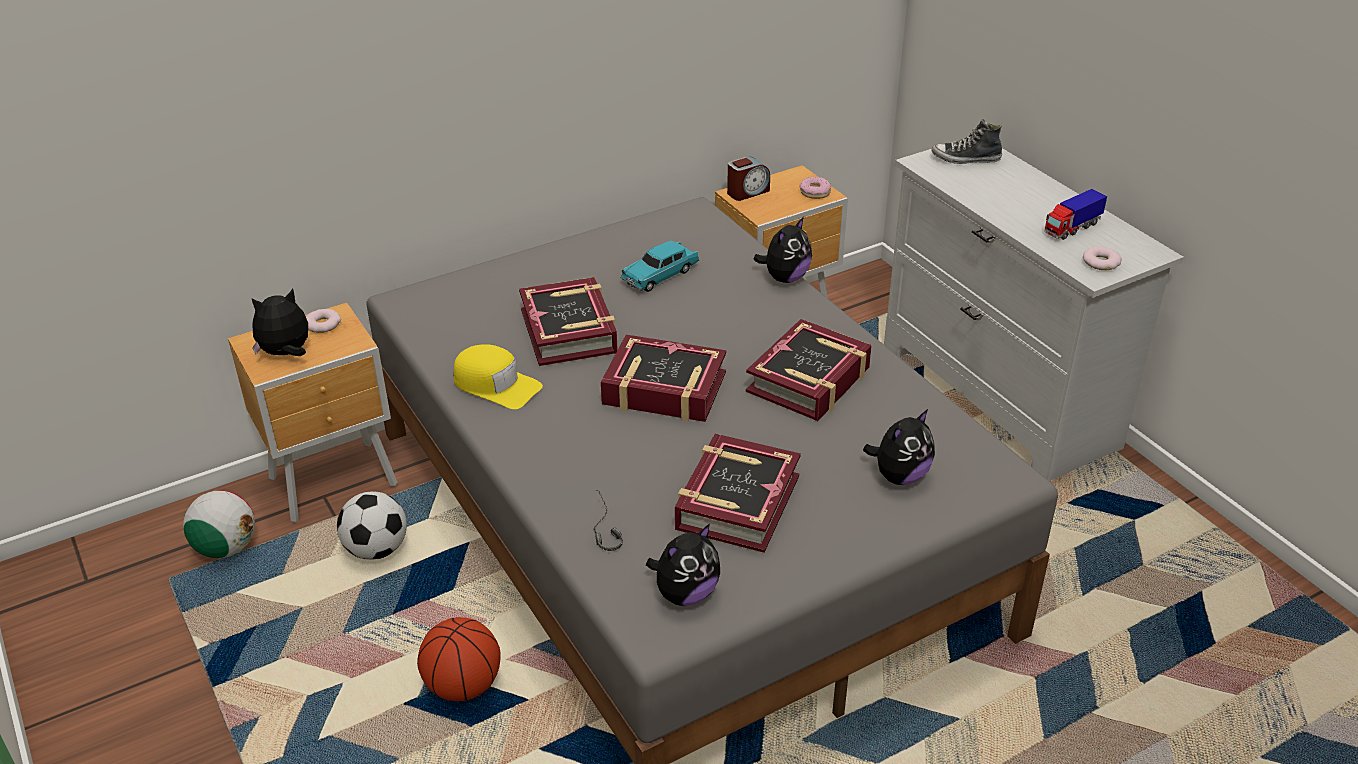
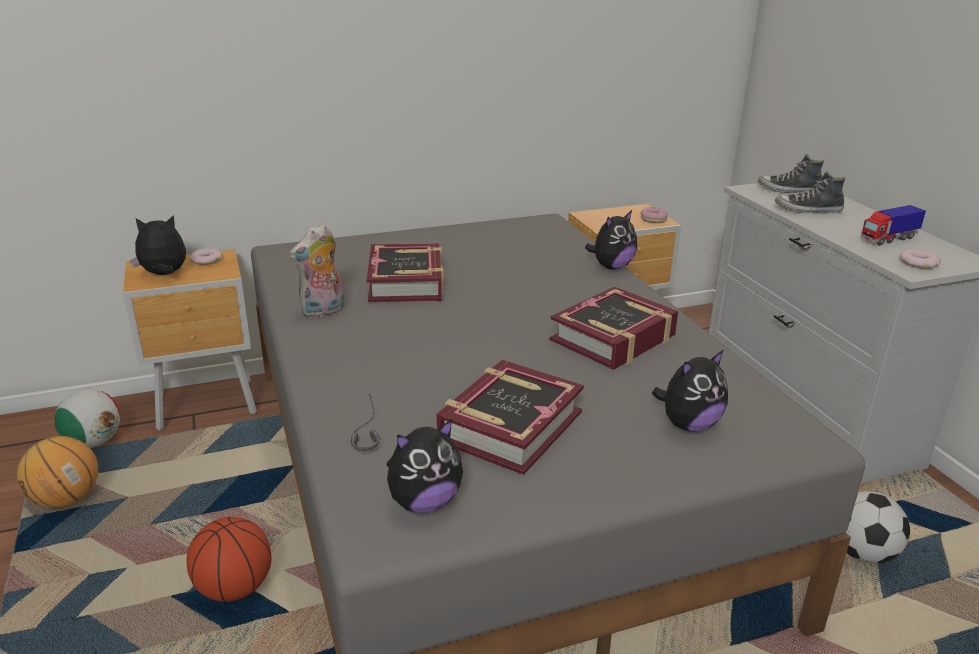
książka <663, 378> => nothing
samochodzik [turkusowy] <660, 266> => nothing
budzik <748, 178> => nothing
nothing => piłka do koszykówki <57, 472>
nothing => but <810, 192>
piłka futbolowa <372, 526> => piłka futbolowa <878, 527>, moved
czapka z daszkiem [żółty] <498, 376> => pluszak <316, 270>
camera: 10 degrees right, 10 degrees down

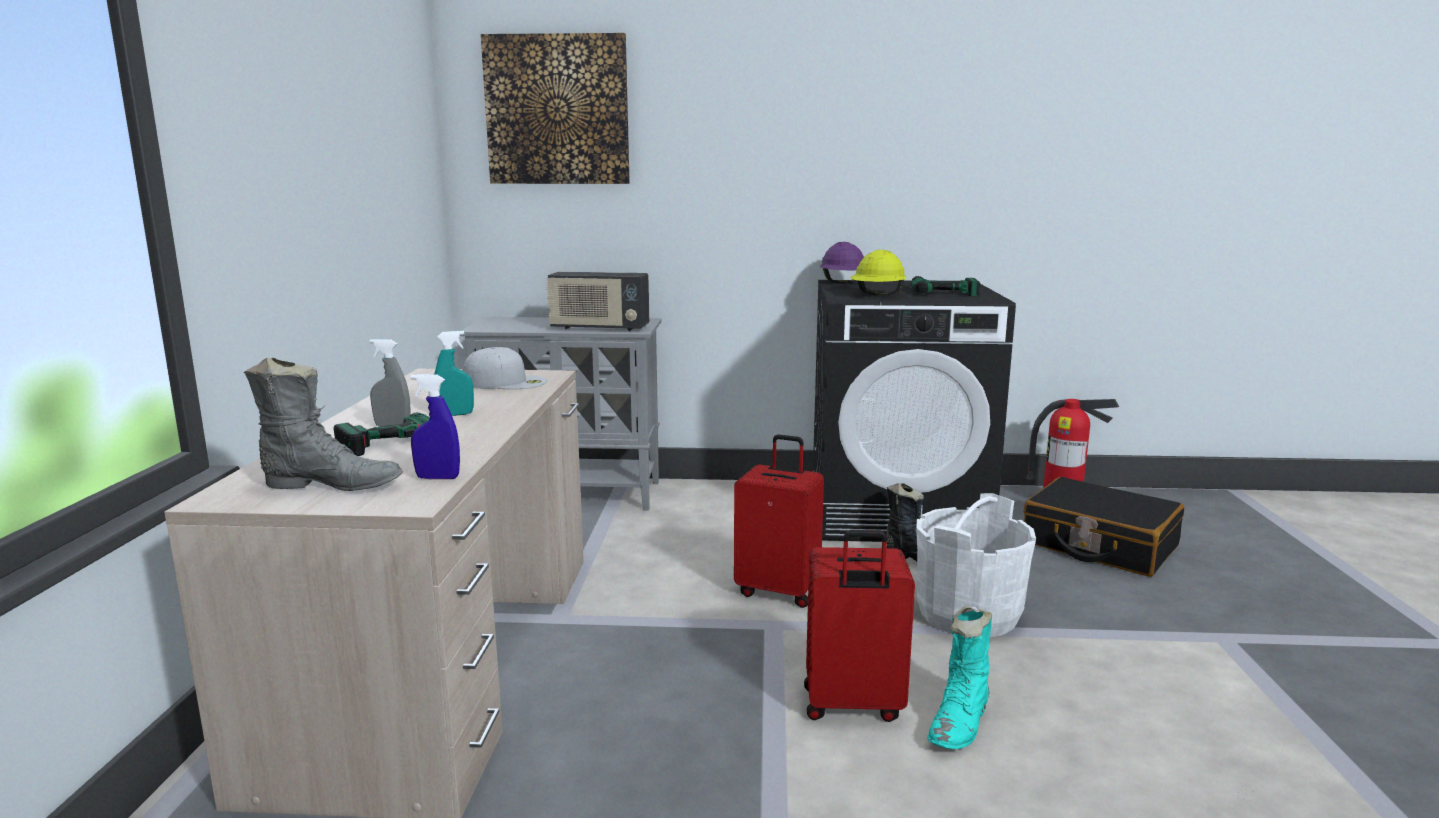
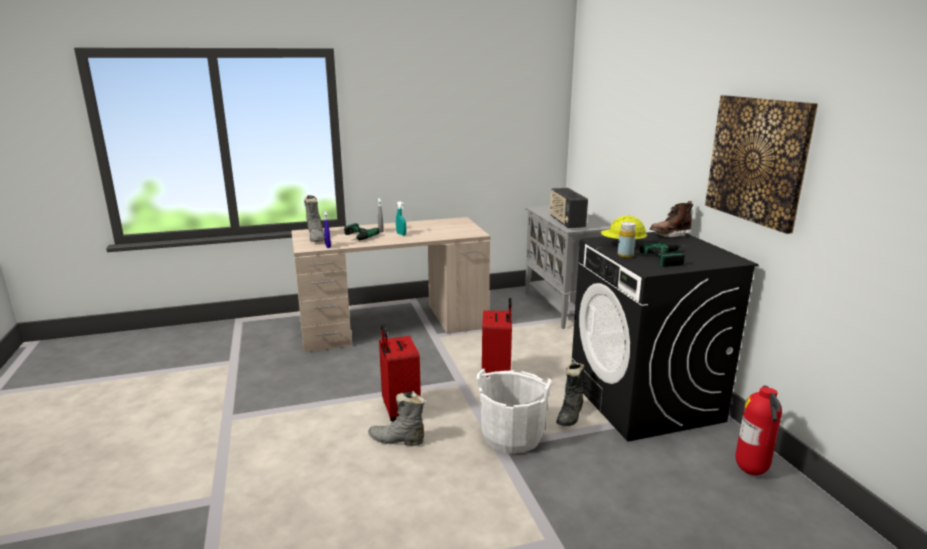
czapka z daszkiem [biały] <504, 368> => nothing
walizka [czarny] <1104, 527> => nothing
nothing => butelka [żółty] <627, 240>
obraz <555, 108> => obraz <761, 164>, moved
kask [fioletowy] <842, 262> => but z cholewką [brązowy] <671, 219>
but z cholewką [turkusowy] <959, 677> => but z cholewką [szary] <396, 418>
camera: 70 degrees right, 5 degrees up

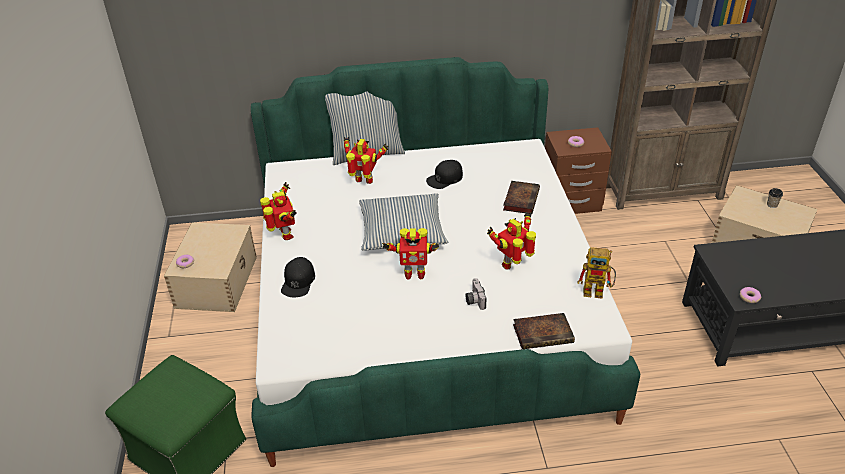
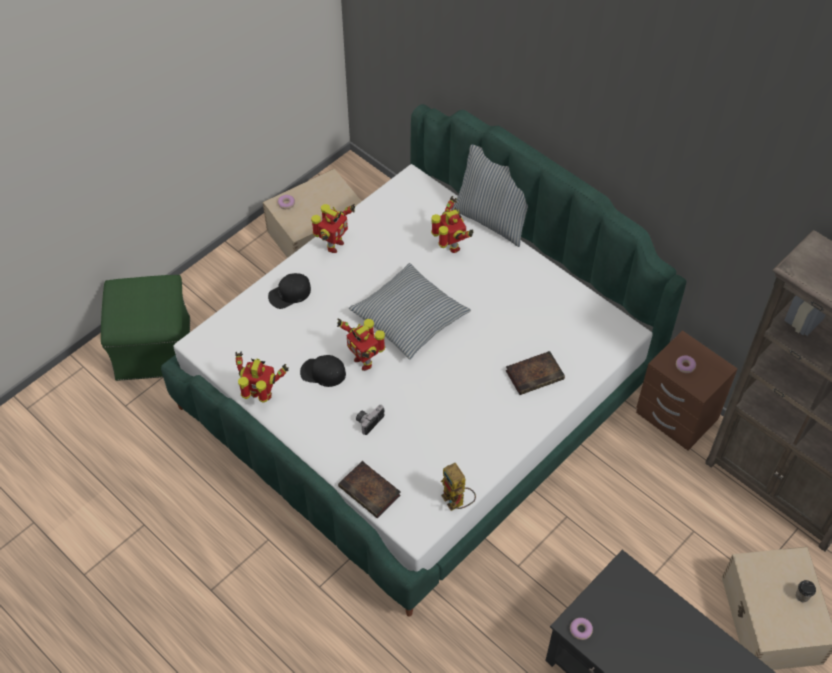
czapka z daszkiem [czarny] <444, 174> => czapka z daszkiem [czarny] <323, 371>, moved
robot zabawkowy <511, 241> => robot zabawkowy <262, 377>, moved
camera: 50 degrees right, 15 degrees up

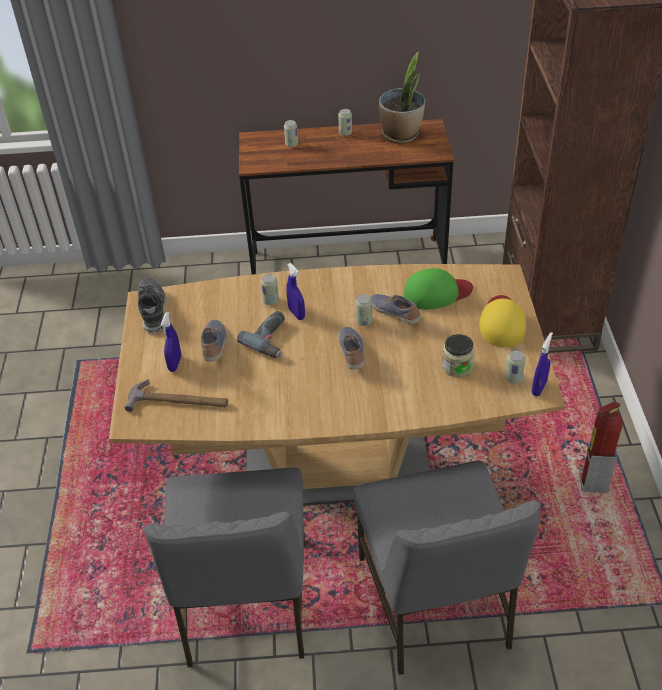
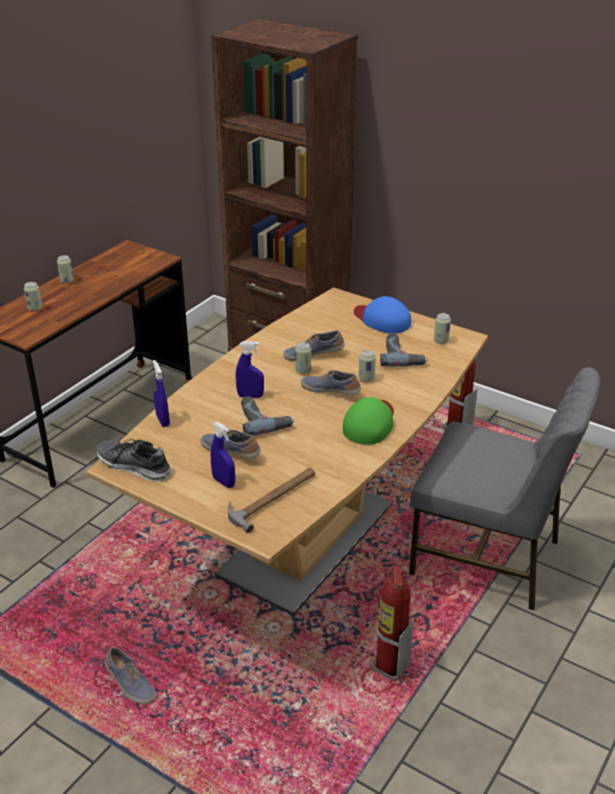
roślina doniczkowa <402, 97> => nothing
nothing => but <130, 675>
puszka <270, 289> => puszka <367, 366>, moved
czapka z daszkiem [zielony] <438, 289> => czapka z daszkiem [zielony] <368, 421>, moved
spryskiwacz [niebieski] <542, 364> => spryskiwacz [niebieski] <161, 393>, moved
krzesło [szary] <224, 567> => gaśnica <392, 623>
słoik <458, 355> => wiertarka <403, 349>
czapka z daszkiem [żółty] <502, 321> => czapka z daszkiem [niebieski] <382, 315>
camera: 55 degrees left, 10 degrees down

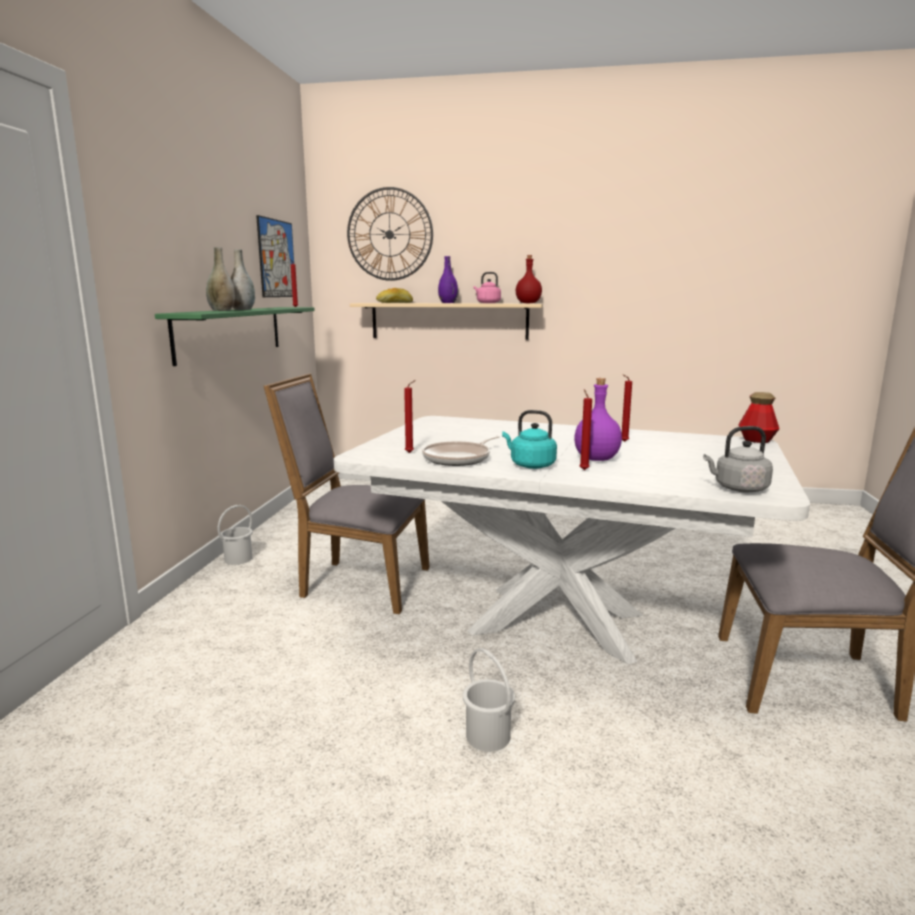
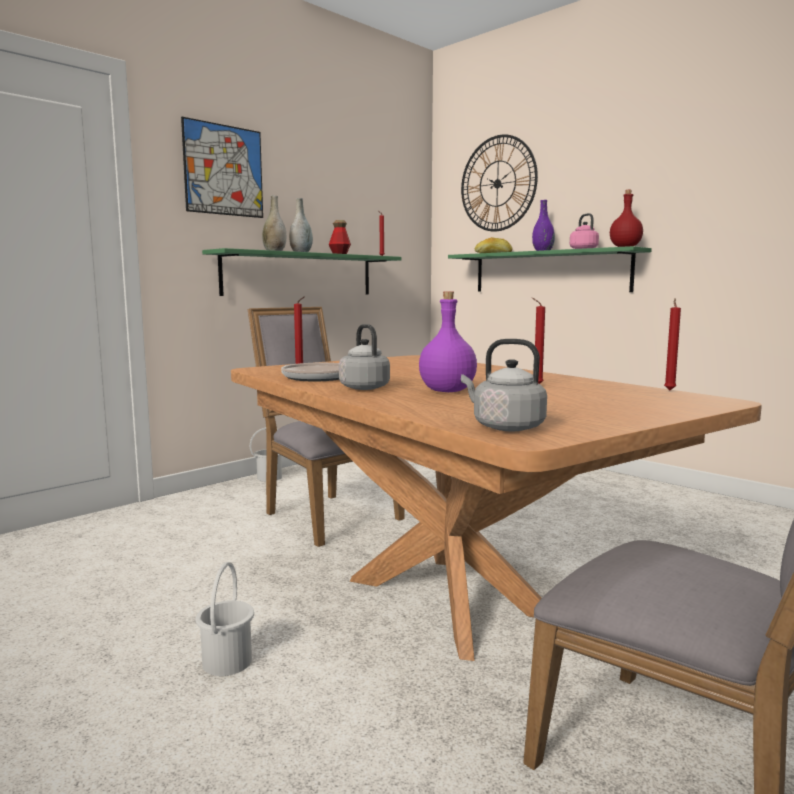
obraz <275, 256> => obraz <222, 167>, moved
świeca [czerwony] <585, 429> => świeca [czerwony] <672, 344>, moved
butelka <758, 417> => butelka <340, 237>, moved
stół jadalny [biały] <572, 540> => stół jadalny [brązowy] <496, 508>
półka [beżowy] <446, 321> => półka [zielony] <550, 269>
czajnik [turkusowy] <529, 439> => czajnik [szary] <364, 357>
camera: 35 degrees right, 5 degrees down

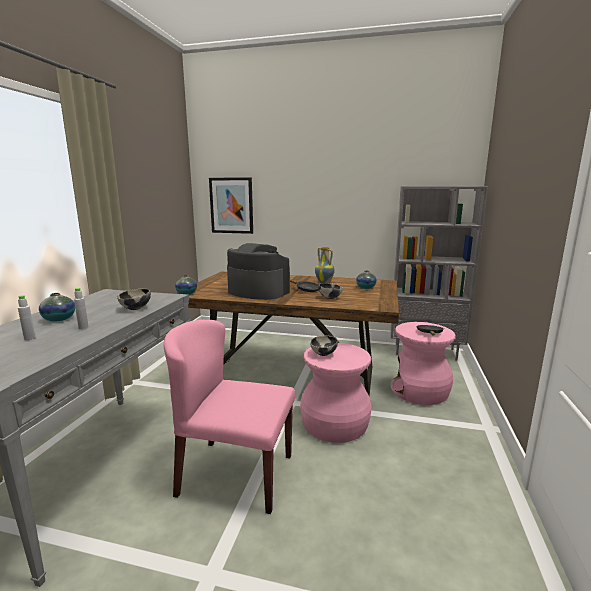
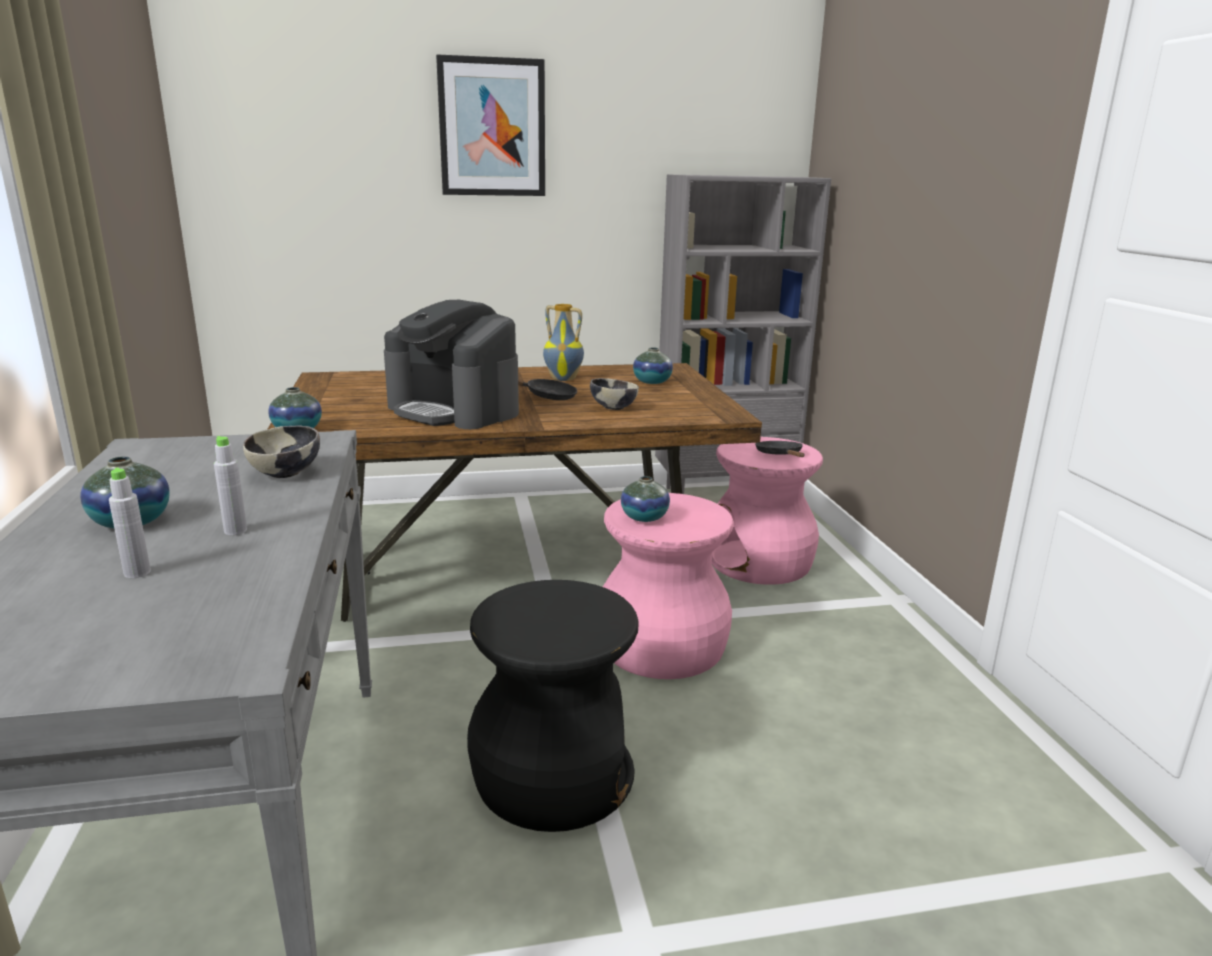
obraz <231, 205> => obraz <490, 125>, moved
krzesło [różowy] <229, 417> => stołek [czarny] <553, 706>
miska <324, 345> => wazon <645, 499>
ekspres do kawy <258, 271> => ekspres do kawy <451, 364>, 150 degrees counterclockwise
camera: 25 degrees left, 5 degrees up

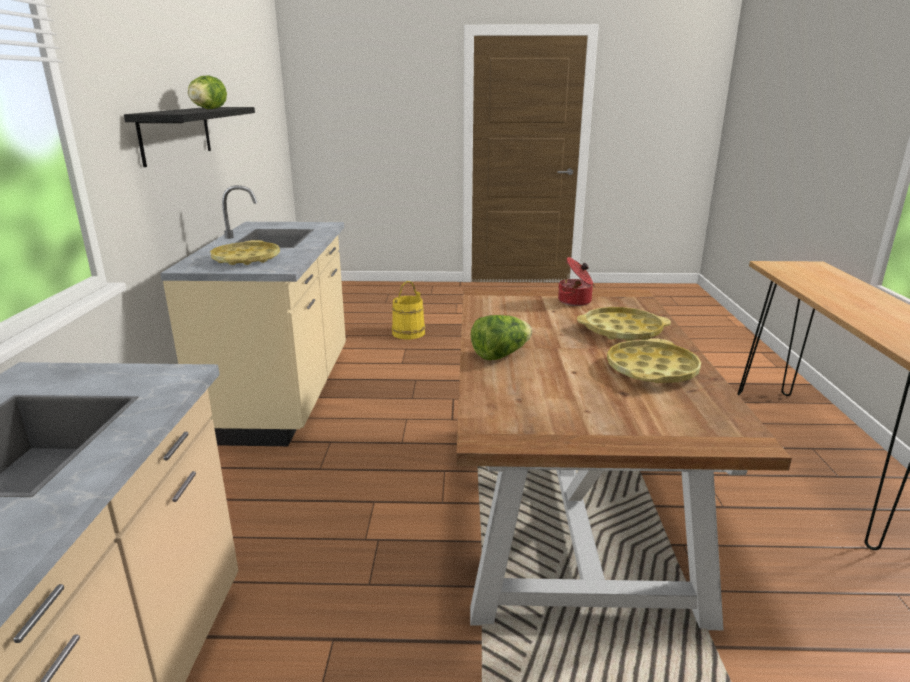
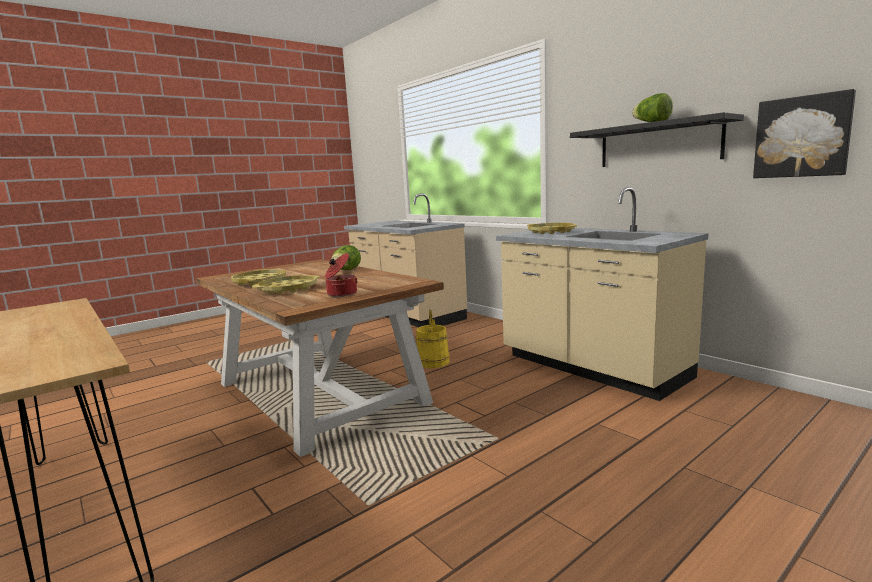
nothing => obraz <804, 133>
wiadro [żółty] <408, 310> => wiadro [żółty] <433, 338>, moved
camera: 140 degrees right, 10 degrees down

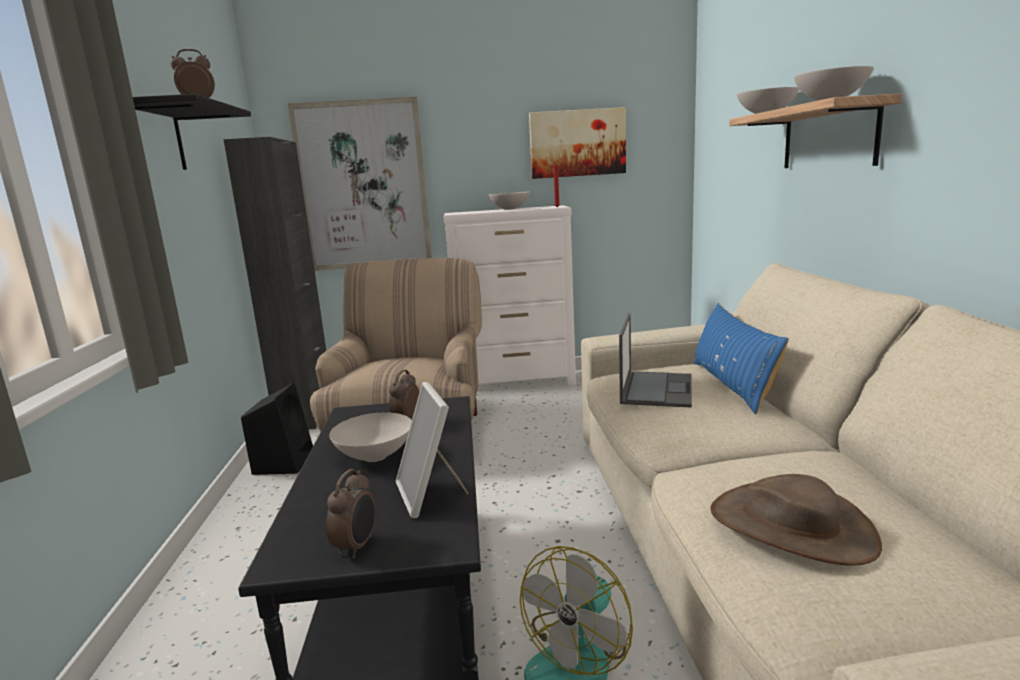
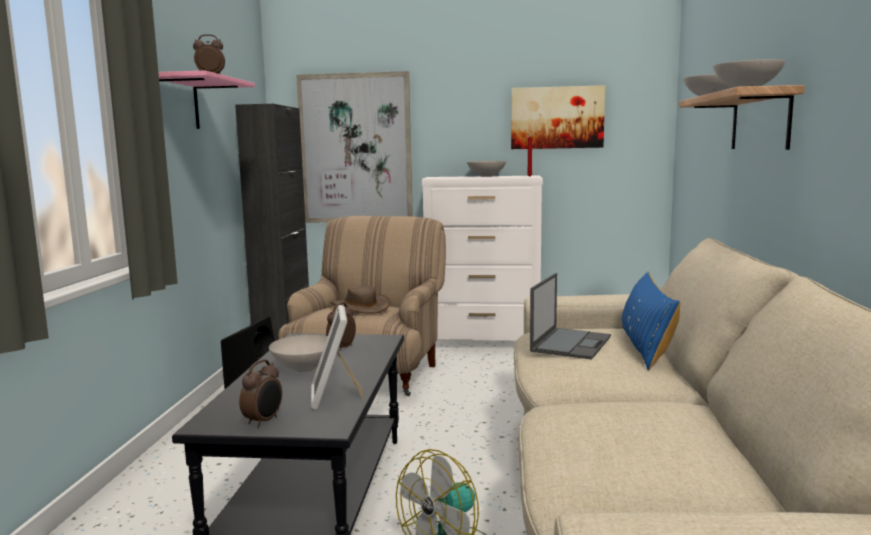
kapelusz [brązowy] <796, 520> => kapelusz [brązowy] <360, 299>, moved
półka [czarny] <192, 132> => półka [różowy] <206, 99>
camera: 10 degrees right, 5 degrees down

